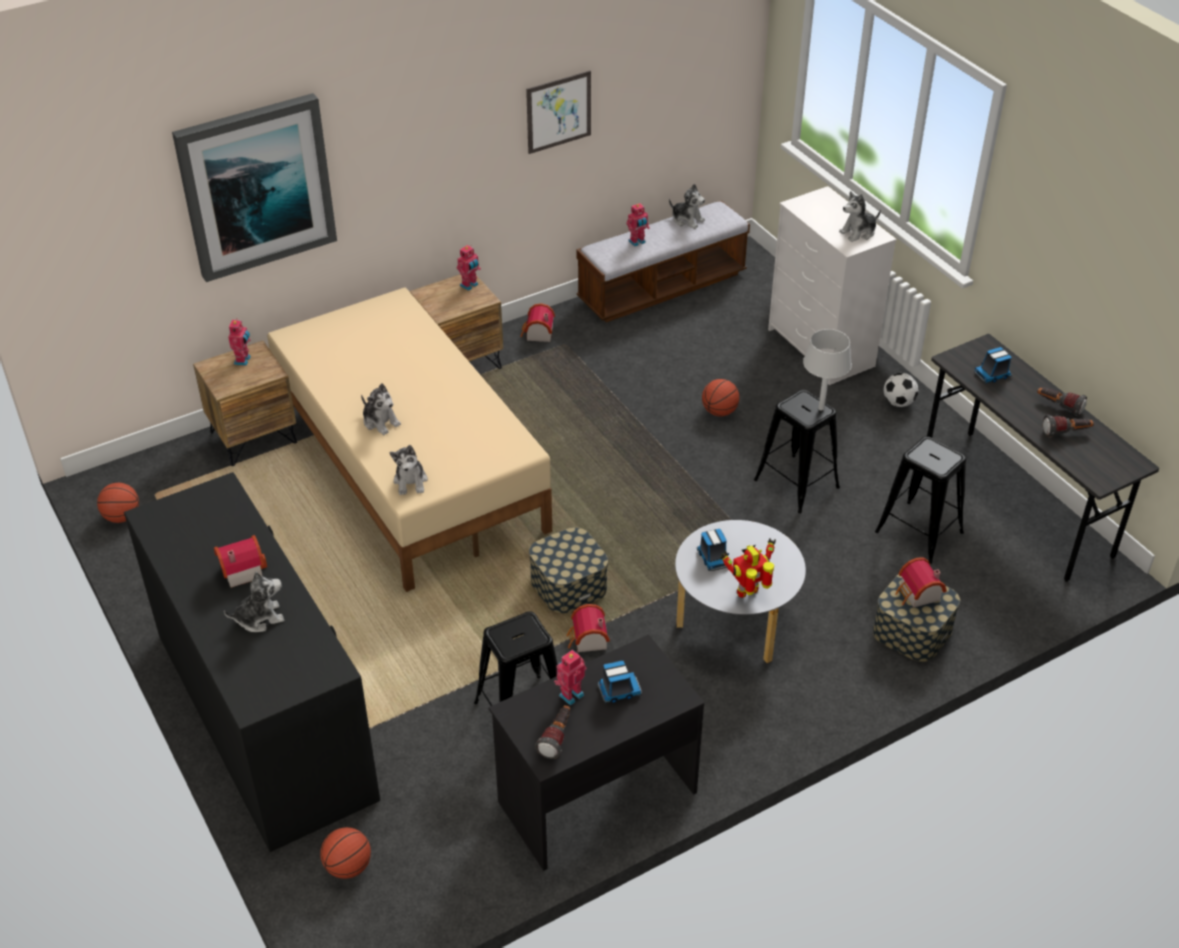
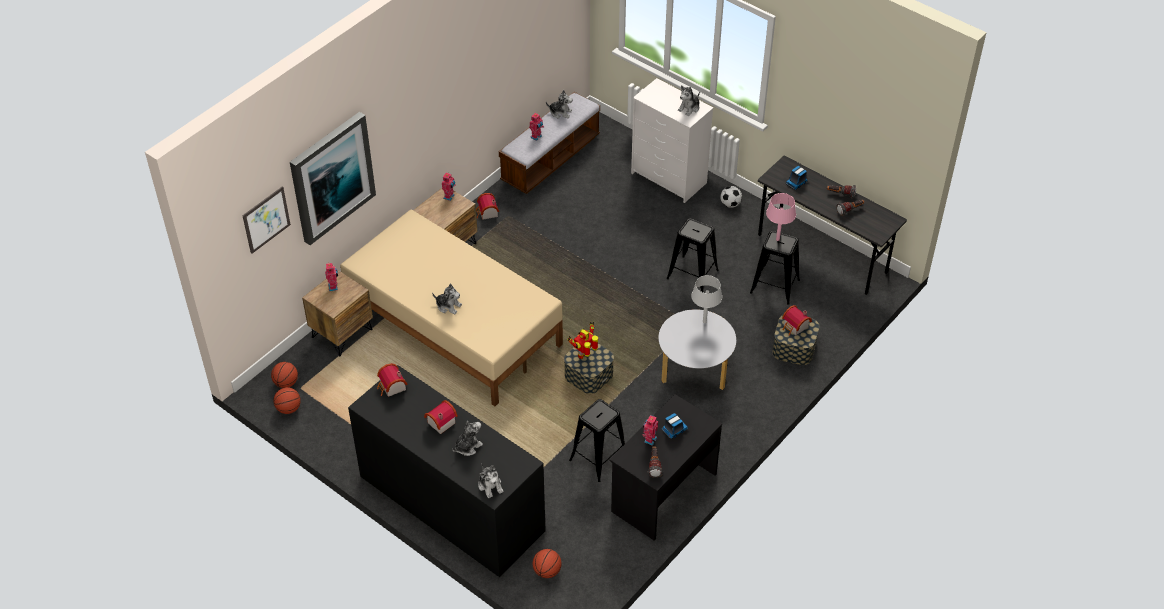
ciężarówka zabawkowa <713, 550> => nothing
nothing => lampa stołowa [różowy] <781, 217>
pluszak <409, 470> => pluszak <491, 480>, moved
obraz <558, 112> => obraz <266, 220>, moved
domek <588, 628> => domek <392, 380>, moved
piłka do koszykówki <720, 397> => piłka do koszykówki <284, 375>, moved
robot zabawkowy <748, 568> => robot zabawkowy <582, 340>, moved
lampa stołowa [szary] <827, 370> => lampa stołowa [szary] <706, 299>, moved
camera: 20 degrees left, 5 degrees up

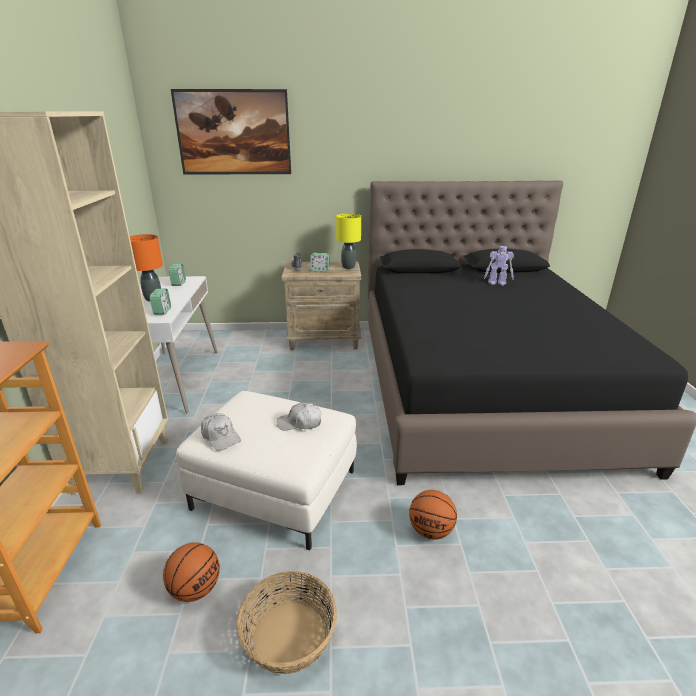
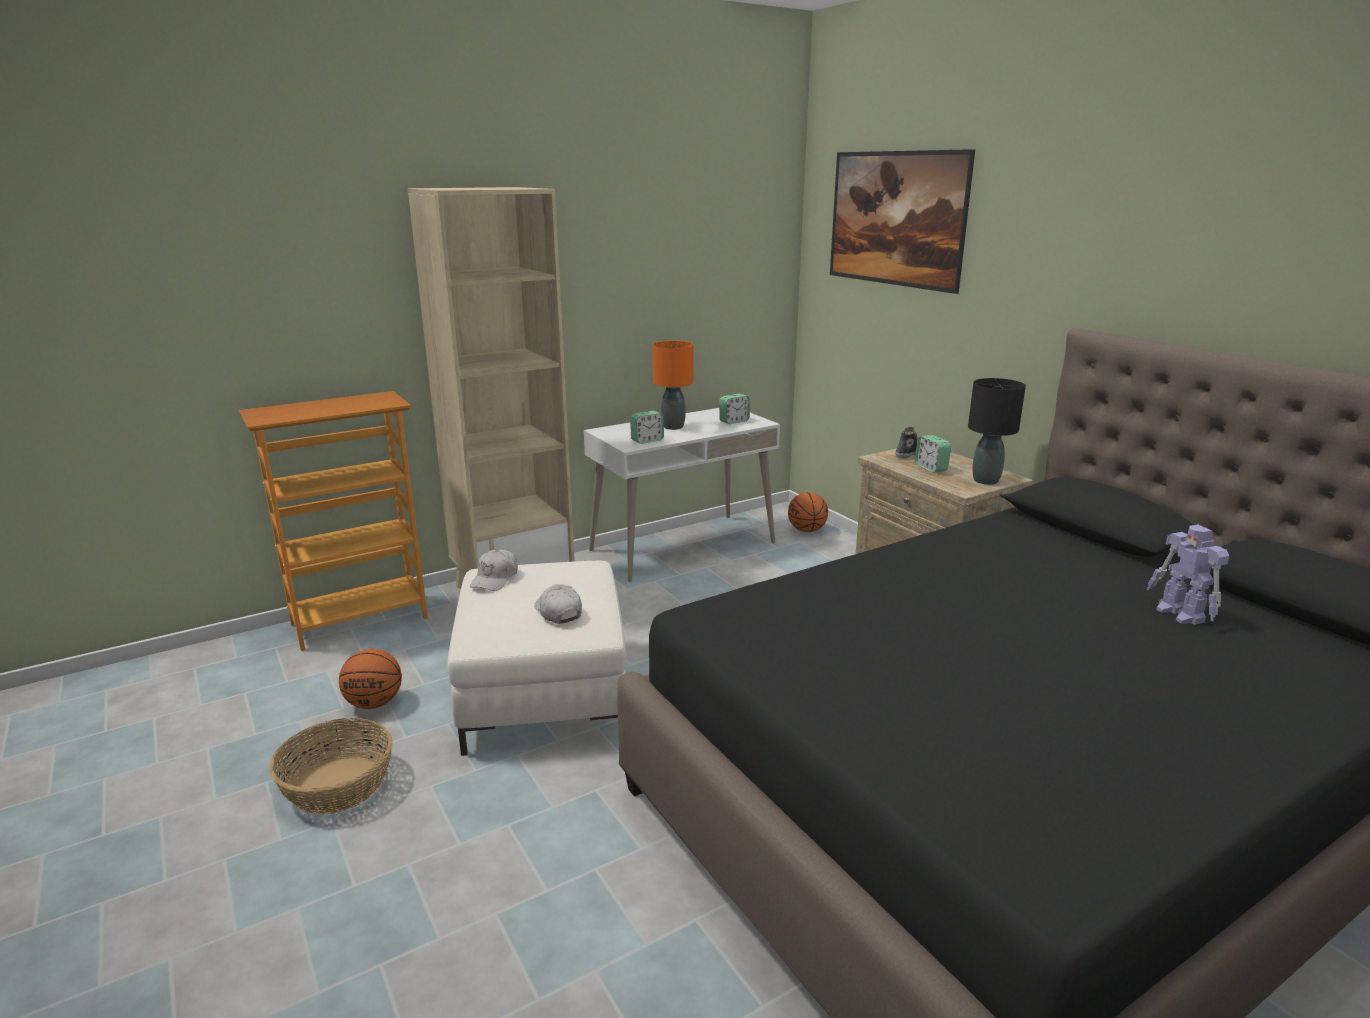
piłka do koszykówki <433, 515> => piłka do koszykówki <808, 512>, moved
lampa stołowa [żółty] <348, 241> => lampa stołowa [czarny] <997, 431>
camera: 60 degrees right, 5 degrees down

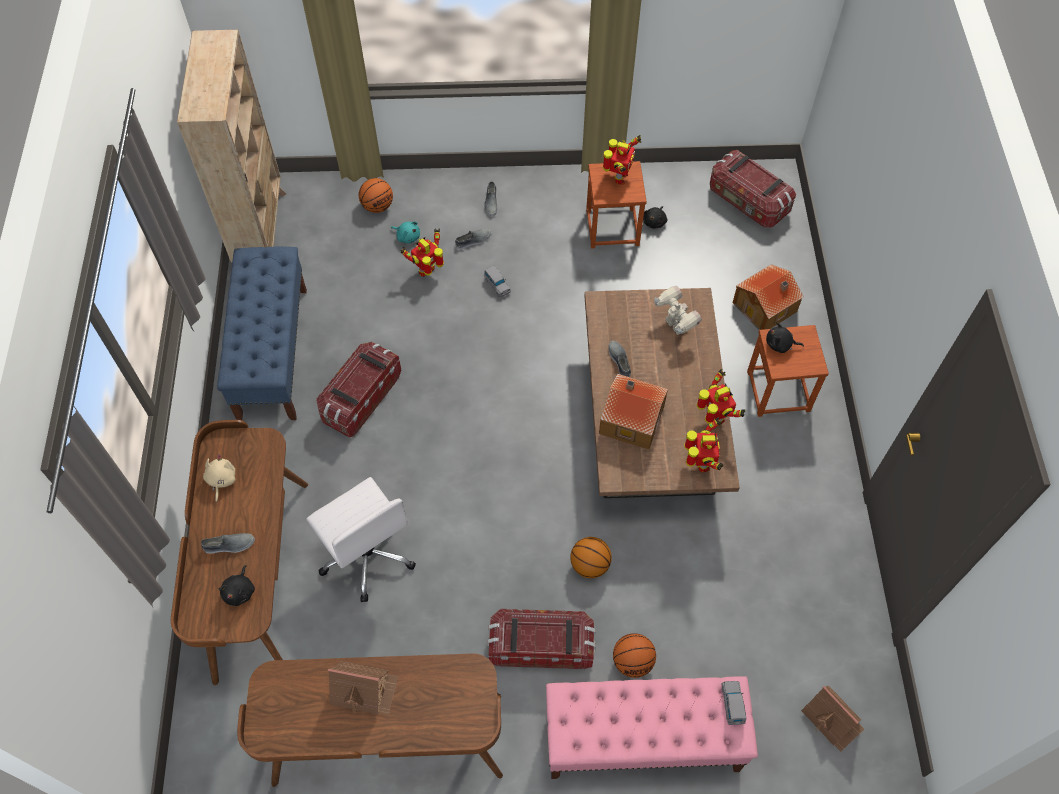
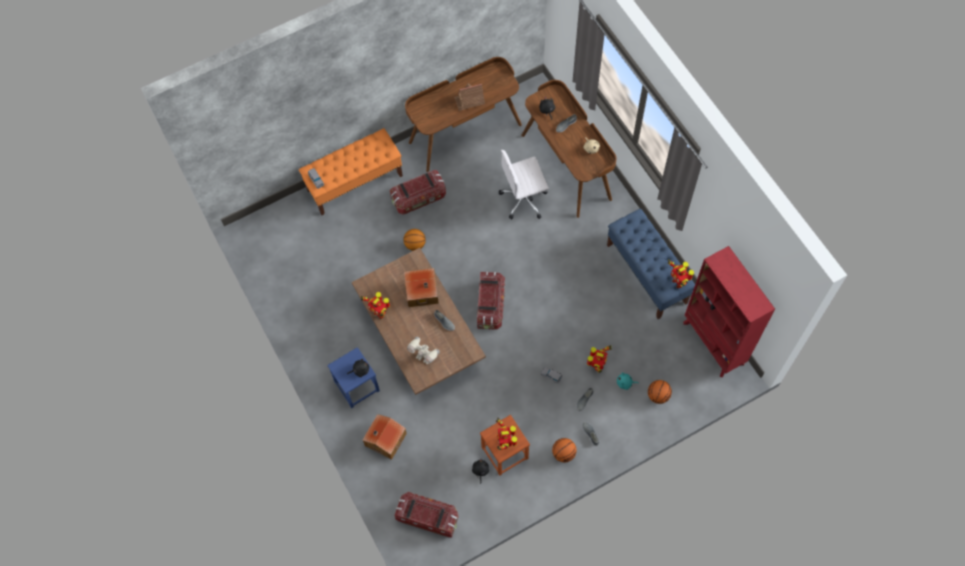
domek <832, 718> => nothing
pojemnik do przechowywania <359, 390> => pojemnik do przechowywania <491, 300>, moved
piłka do koszykówki <634, 655> => piłka do koszykówki <564, 450>, moved
robot zabawkowy <704, 444> => robot zabawkowy <681, 274>, moved
regał [beżowy] <231, 146> => regał [czerwony] <729, 311>
ławka [różowy] <652, 727> => ławka [pomarańczowy] <351, 172>
stołek [brązowy] <788, 371> => stołek [niebieski] <353, 377>
krzesło biurowe [biały] <361, 539> => krzesło biurowe [biały] <524, 185>, 45 degrees counterclockwise
camera: 155 degrees right, 5 degrees up

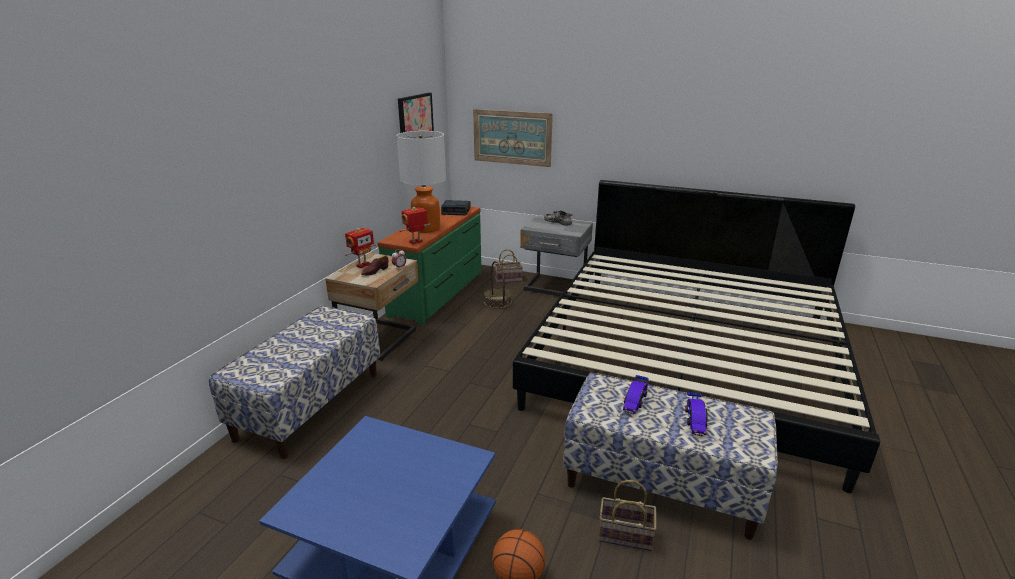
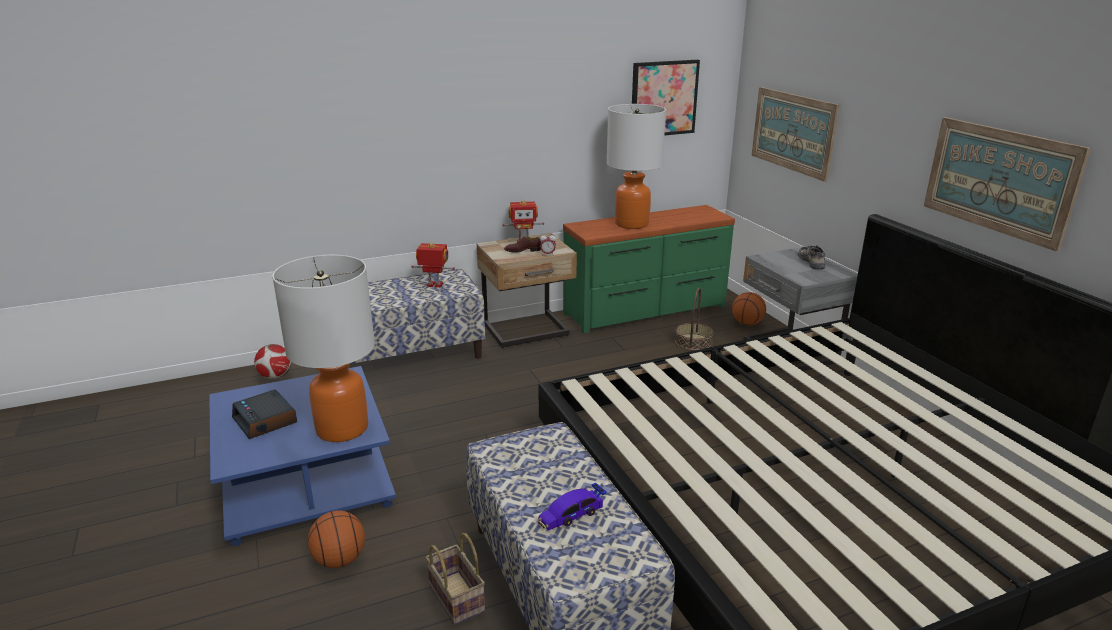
samochodzik <636, 394> => nothing
nothing => piłka futbolowa <272, 361>
nothing => lampa stołowa <323, 348>
nothing => obraz <1007, 184>
robot zabawkowy <415, 225> => robot zabawkowy <433, 264>, moved
budzik <456, 207> => budzik <264, 414>, moved
koszyk <508, 266> => piłka do koszykówki <749, 308>
camera: 45 degrees right, 0 degrees up

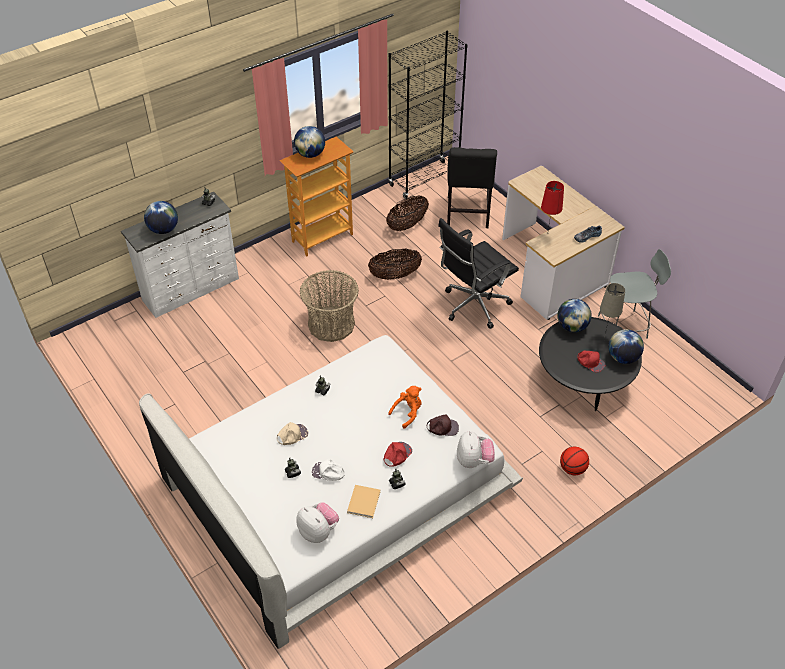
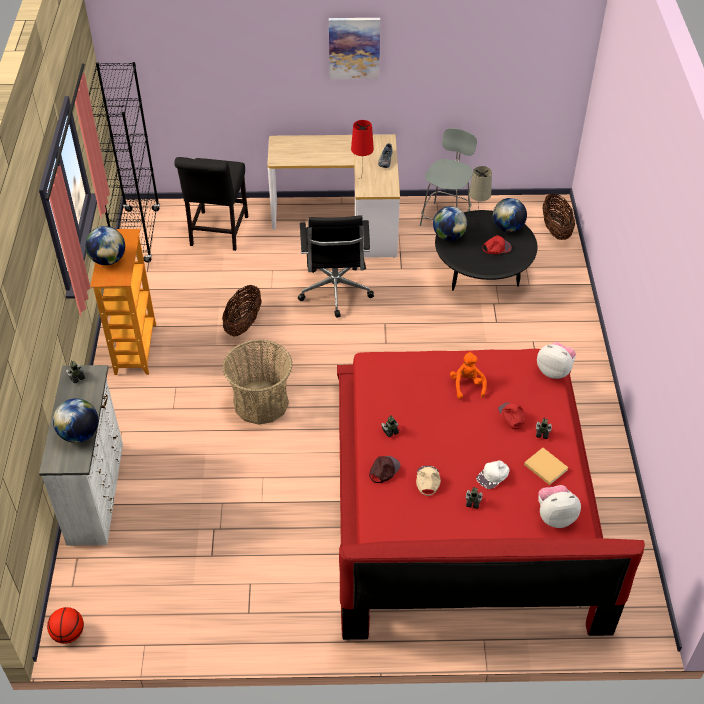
nothing => obraz <354, 48>
koszyk <407, 213> => koszyk <559, 216>, moved
czapka z daszkiem [brązowy] <443, 425> => czapka z daszkiem [brązowy] <385, 469>, moved
piłka do koszykówki <574, 461> => piłka do koszykówki <65, 625>, moved
łóżko [biały] <331, 492> => łóżko [czerwony] <491, 494>
krzesło [czarny] <472, 187> => krzesło [czarny] <211, 204>, 60 degrees clockwise
camera: 55 degrees left, 0 degrees up

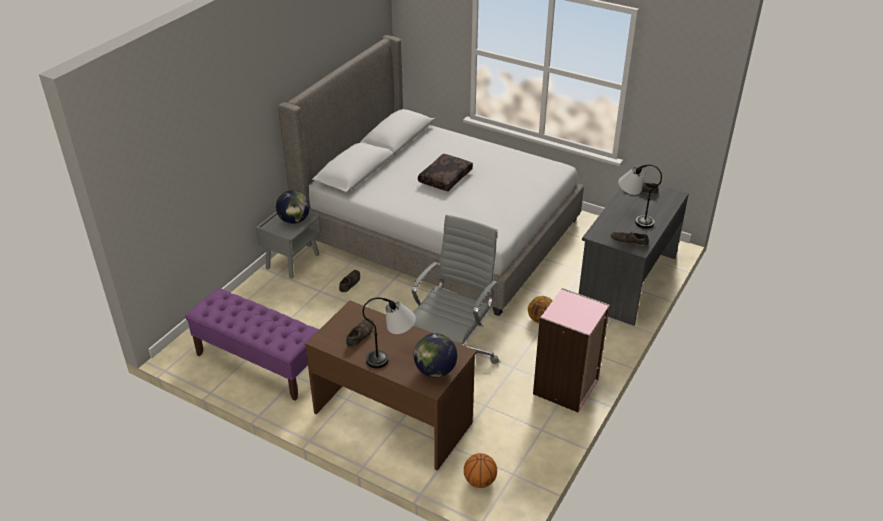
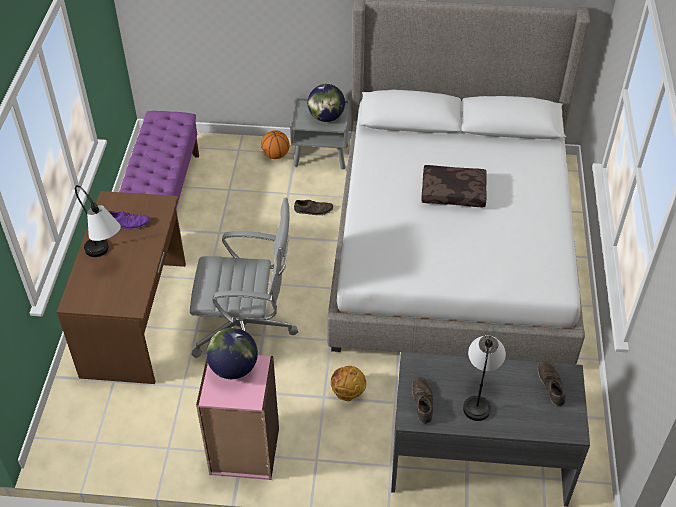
globus <435, 355> => globus <232, 353>, moved
piłka do koszykówki <480, 470> => piłka do koszykówki <275, 144>, moved
but [brązowy] <360, 333> => but [fioletowy] <129, 220>
camera: 65 degrees right, 10 degrees up

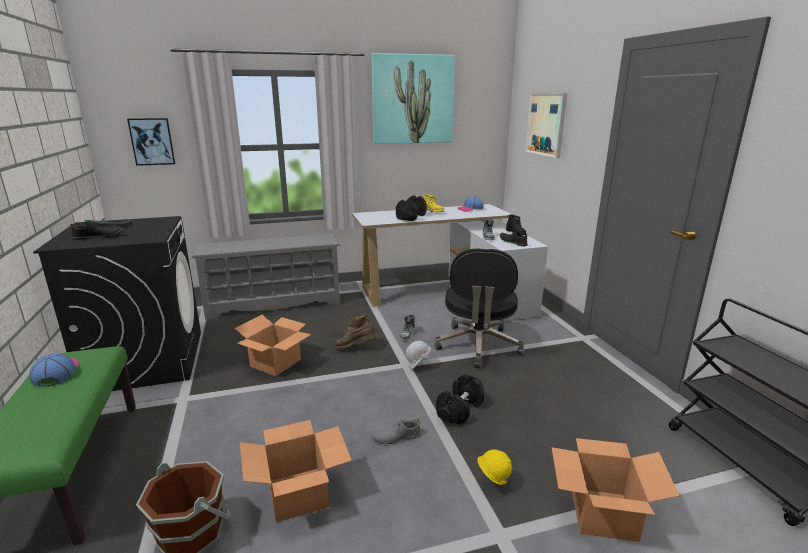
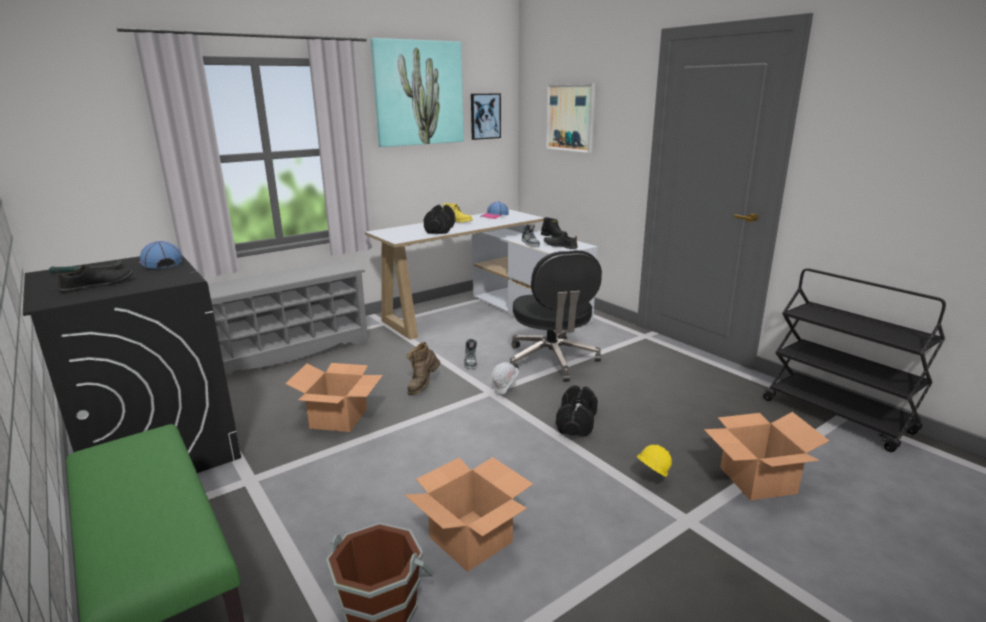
but [szary] <395, 431> => nothing
czapka z daszkiem <54, 370> => czapka z daszkiem <160, 255>, moved
obraz <151, 142> => obraz <486, 116>, moved
but z cholewką [brązowy] <355, 331> => but z cholewką [brązowy] <423, 368>, 45 degrees counterclockwise
camera: 20 degrees left, 0 degrees up

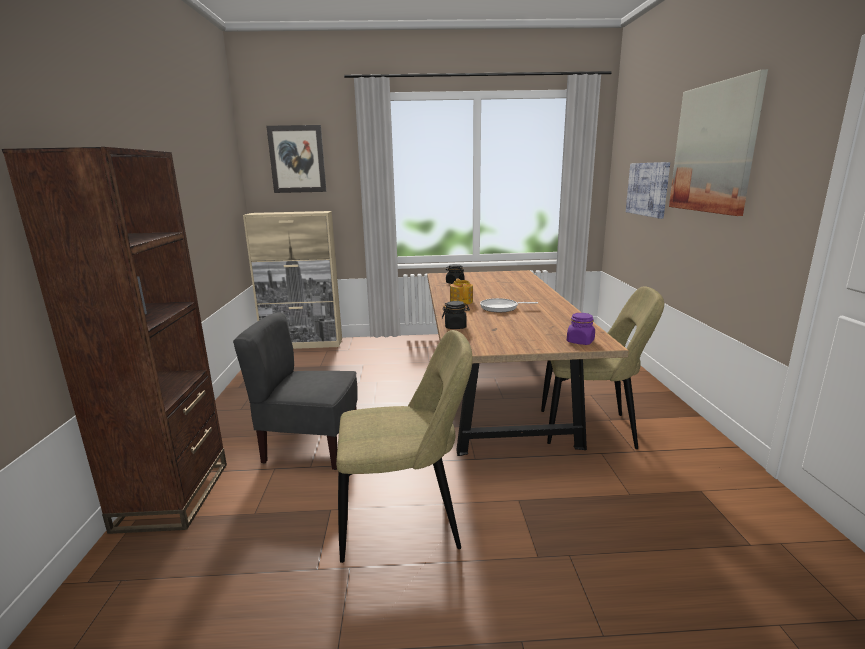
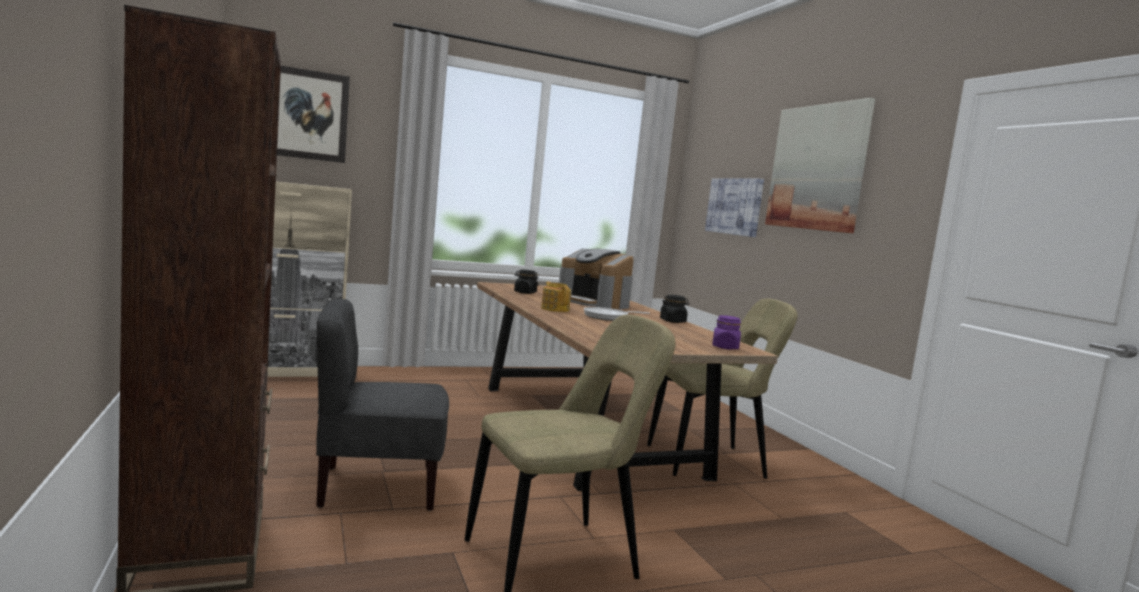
nothing => ekspres do kawy <596, 279>
słoik [czarny] <456, 315> => słoik [czarny] <674, 309>, moved
camera: 20 degrees left, 10 degrees down

